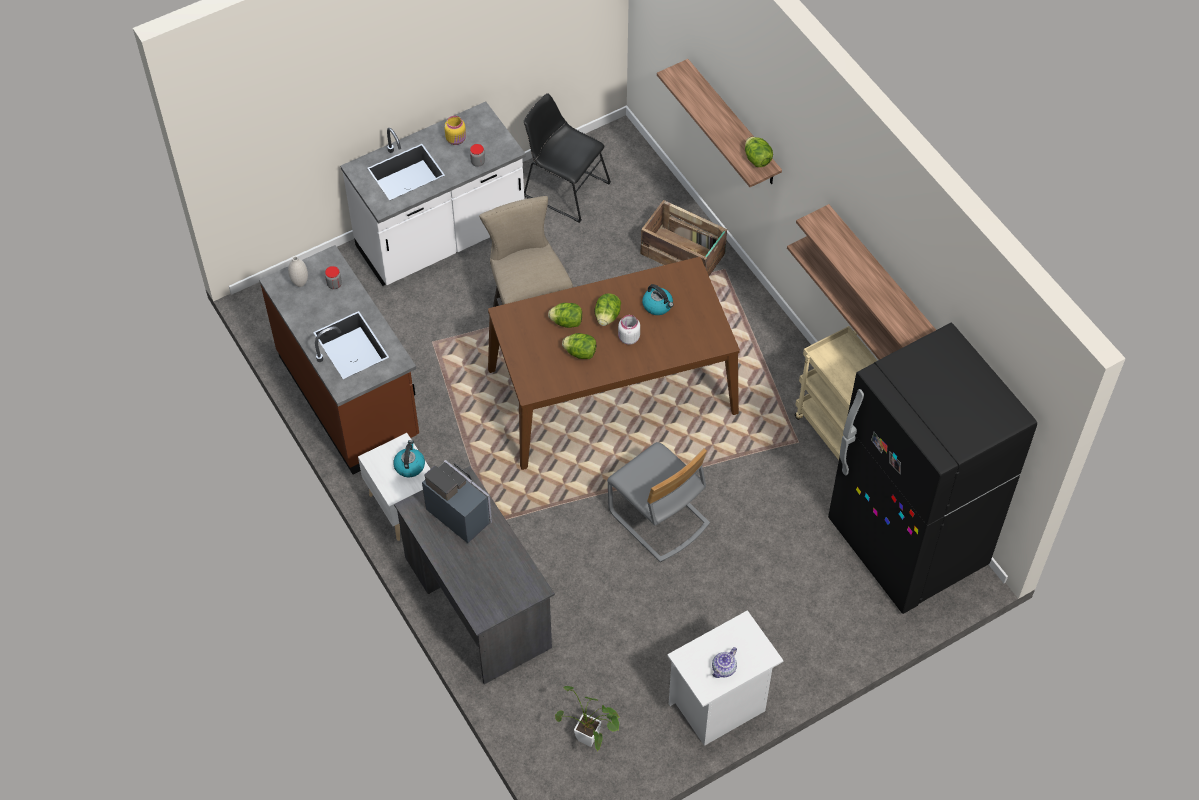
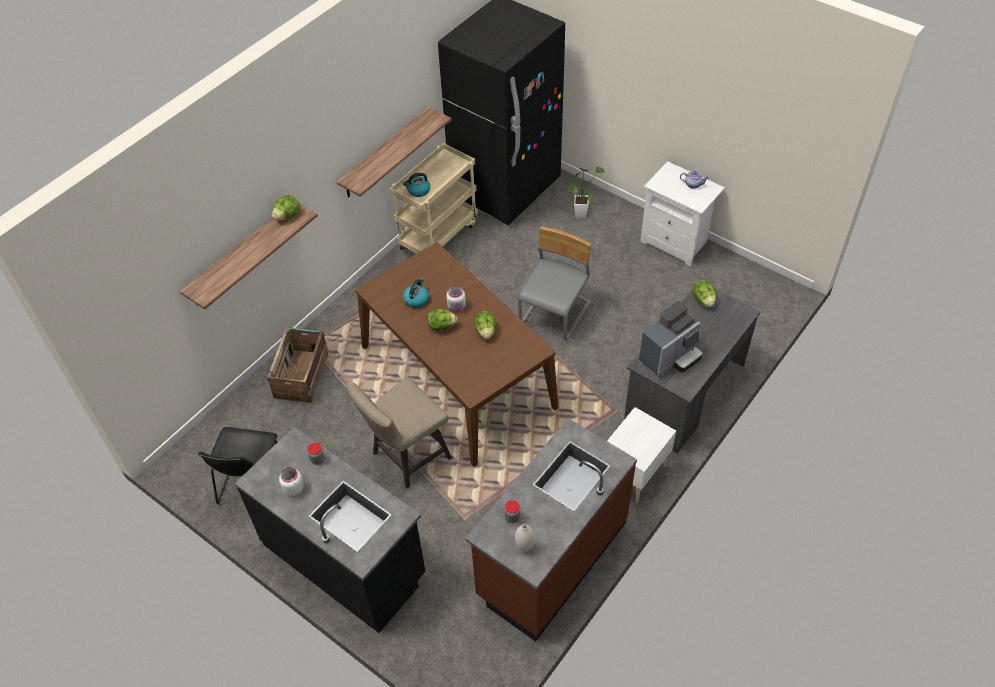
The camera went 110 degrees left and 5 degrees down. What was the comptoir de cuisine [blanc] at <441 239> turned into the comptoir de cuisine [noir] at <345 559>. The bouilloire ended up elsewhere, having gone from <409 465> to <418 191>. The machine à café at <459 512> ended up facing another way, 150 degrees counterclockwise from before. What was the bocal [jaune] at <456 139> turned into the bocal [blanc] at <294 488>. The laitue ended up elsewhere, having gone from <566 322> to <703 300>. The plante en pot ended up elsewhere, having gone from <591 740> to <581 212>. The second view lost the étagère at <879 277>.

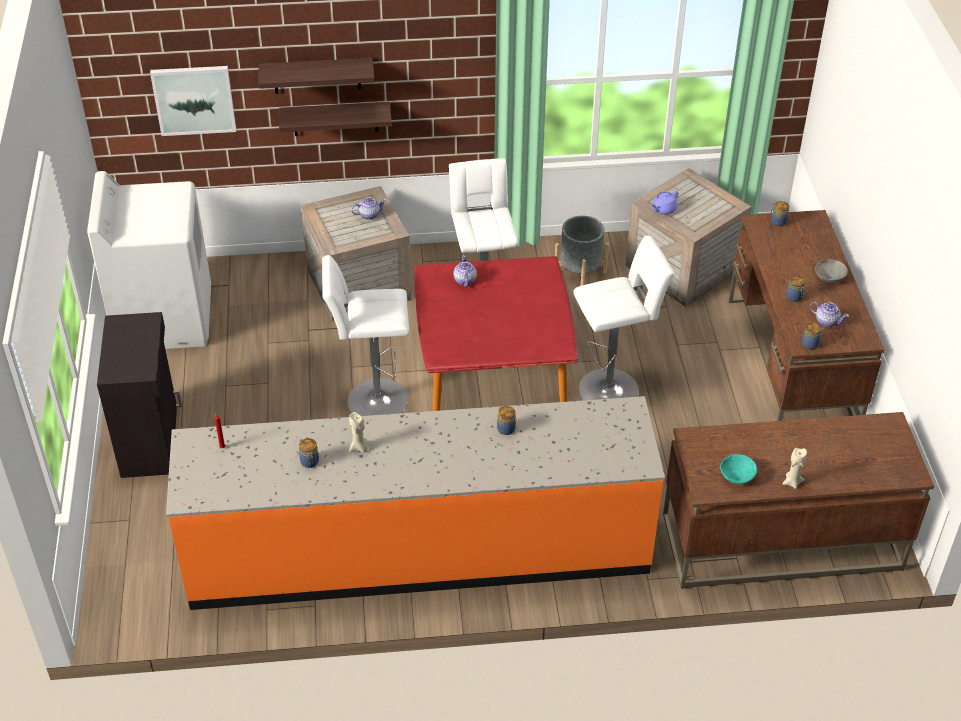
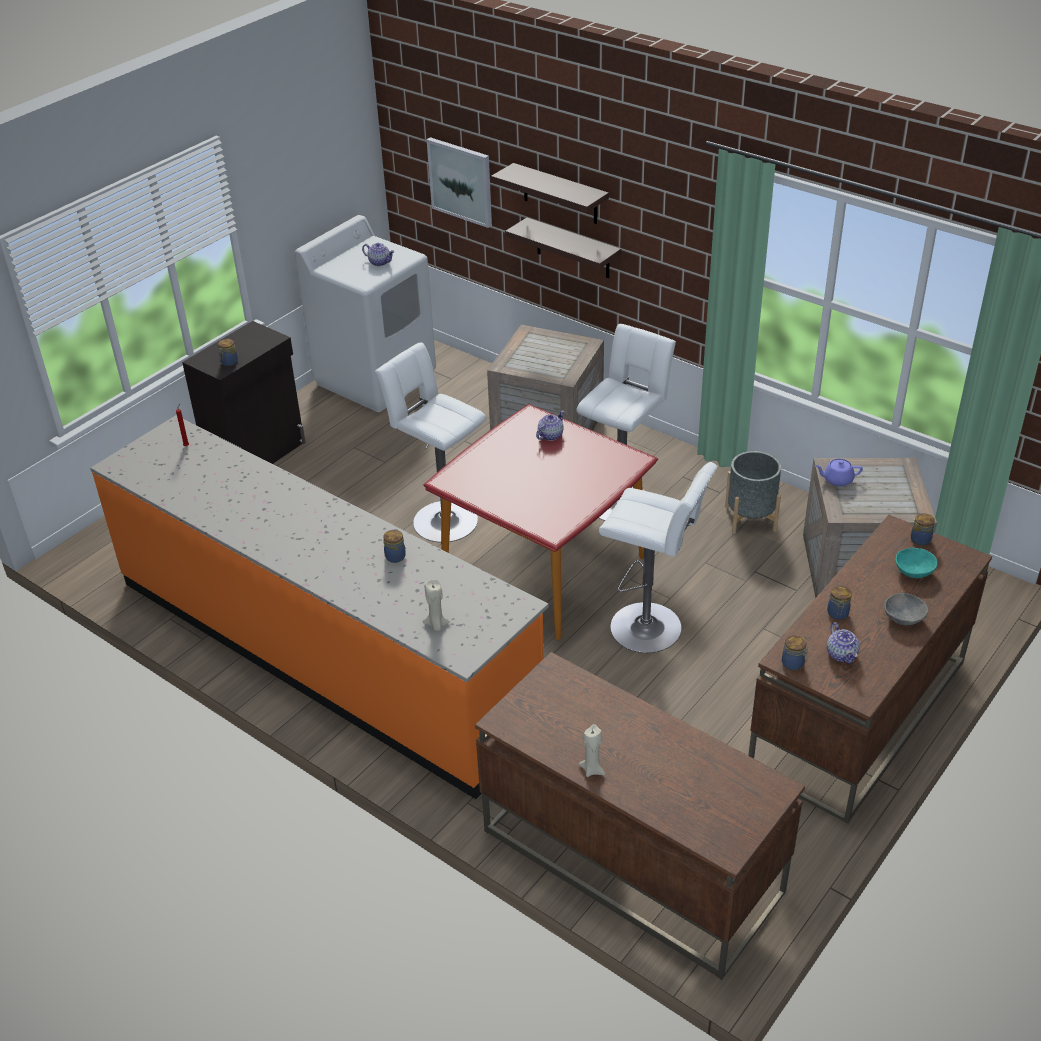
The camera went 45 degrees right and 5 degrees down. The bocal ended up elsewhere, having gone from <309 462> to <229 362>. The bougie [beige] ended up elsewhere, having gone from <359 448> to <436 625>. The théière ended up elsewhere, having gone from <369 215> to <380 262>. The bol [turquoise] ended up elsewhere, having gone from <737 476> to <914 571>.

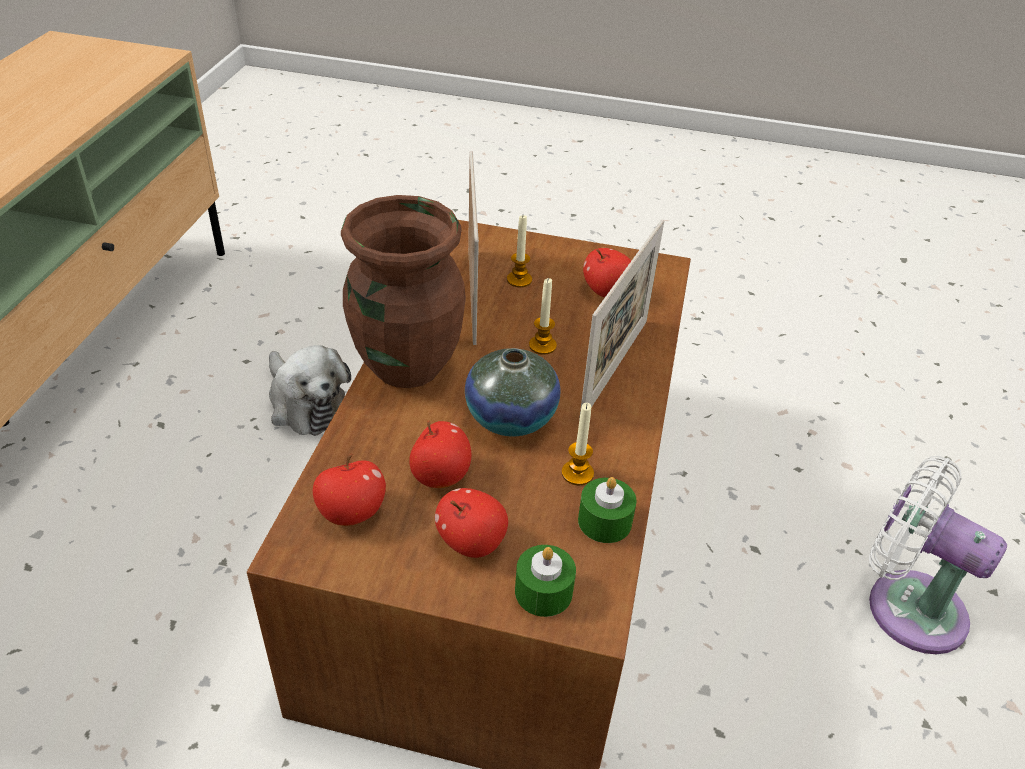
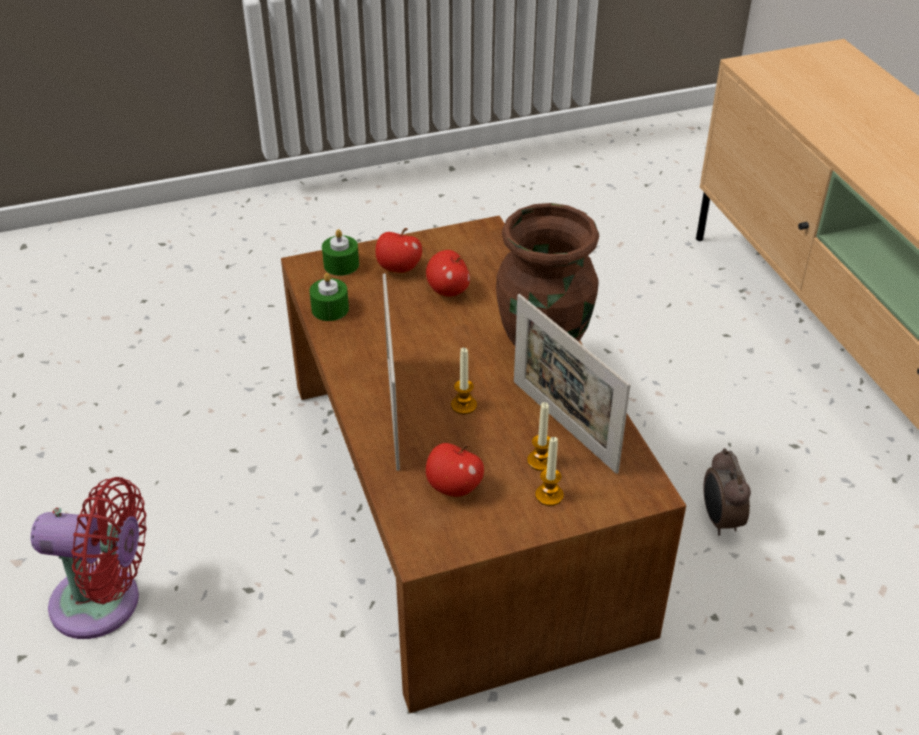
The camera went 150 degrees right and 0 degrees up. Where the peluche stood at <306 404>, the réveil came to stand at <719 520>. The second view lost the pomme at <351 513>. The second view lost the vase at <511 417>. The bougie ended up elsewhere, having gone from <577 473> to <549 495>. What was the ventilateur [blanc] at <906 605> turned into the ventilateur [rouge] at <104 603>.

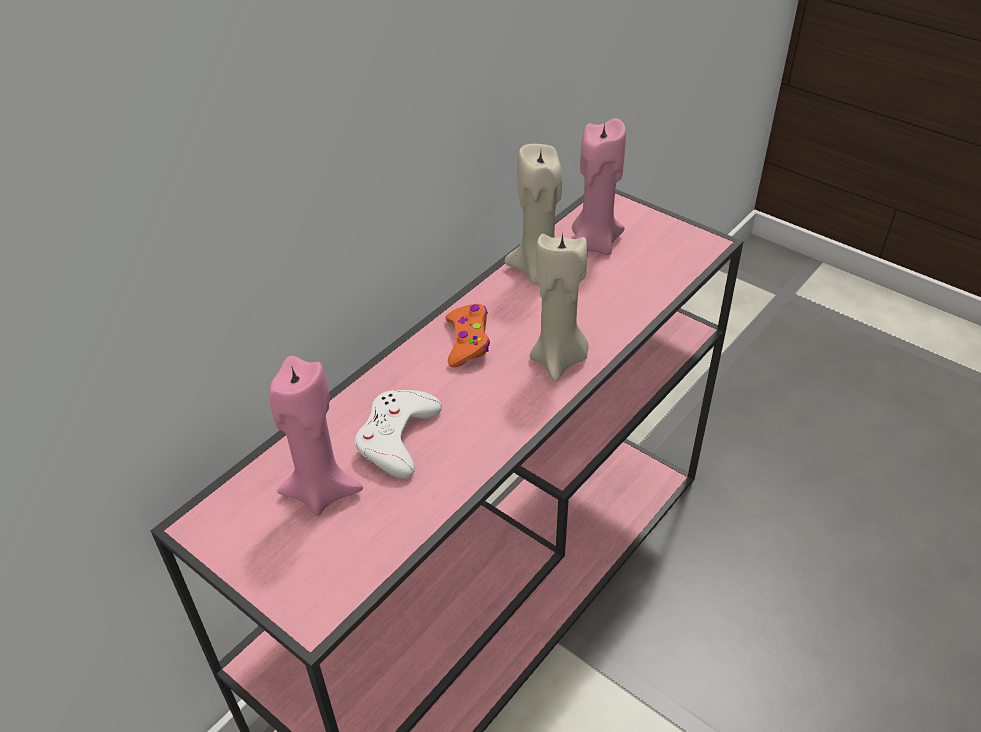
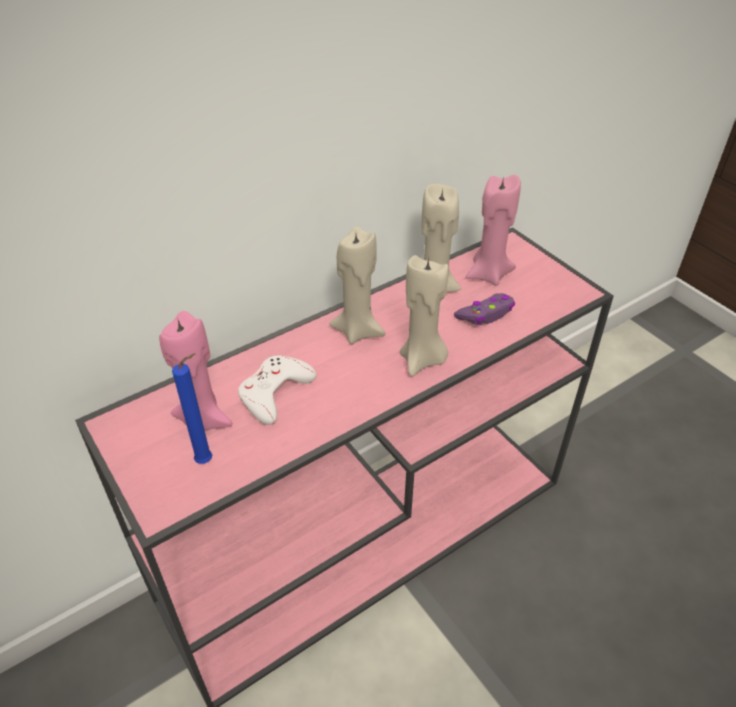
The camera went 15 degrees right and 0 degrees up. Where the manette [orange] stood at <468 341>, the bougie [beige] came to stand at <357 331>. The second view gained the bougie [bleu] at <207 461>. The second view gained the manette [violet] at <485 314>.

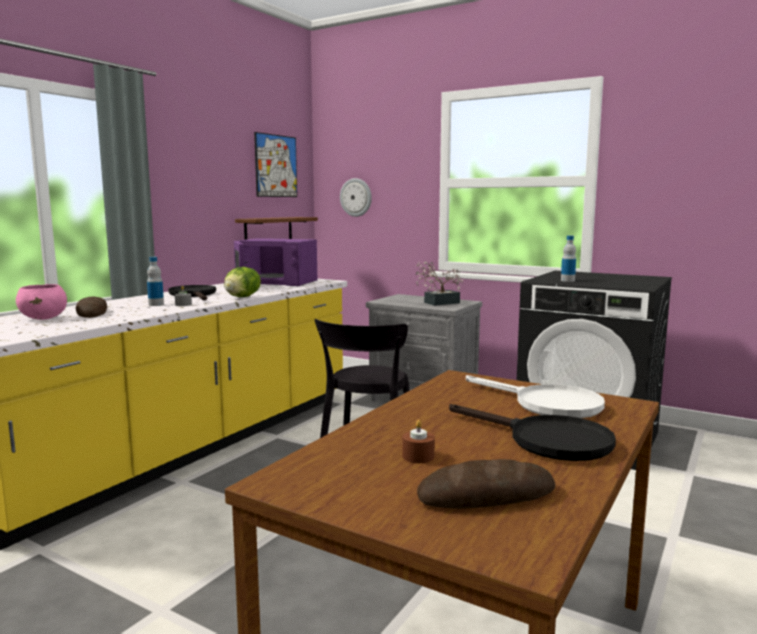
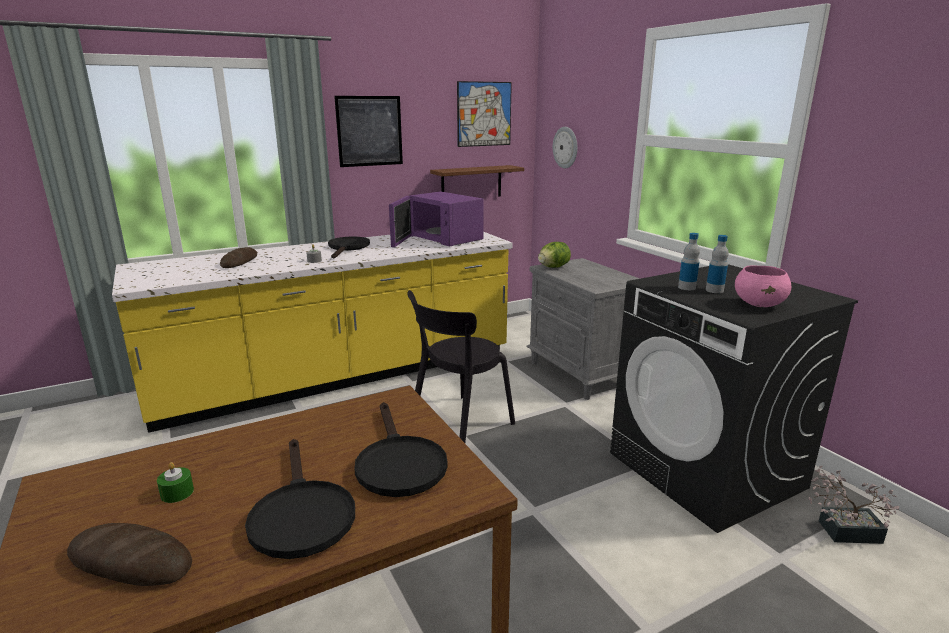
The camera went 30 degrees right and 10 degrees up. The bol [rose] ended up elsewhere, having gone from <44 318> to <759 304>. The bouteille ended up elsewhere, having gone from <156 304> to <714 290>. The laitue ended up elsewhere, having gone from <242 297> to <553 267>. What was the bougie [marron] at <418 456> turned into the bougie [vert] at <177 493>. The plante en pot ended up elsewhere, having gone from <438 303> to <842 531>. What was the poêle [blanc] at <546 404> turned into the poêle [noir] at <398 463>. The second view gained the tableau at <369 131>.

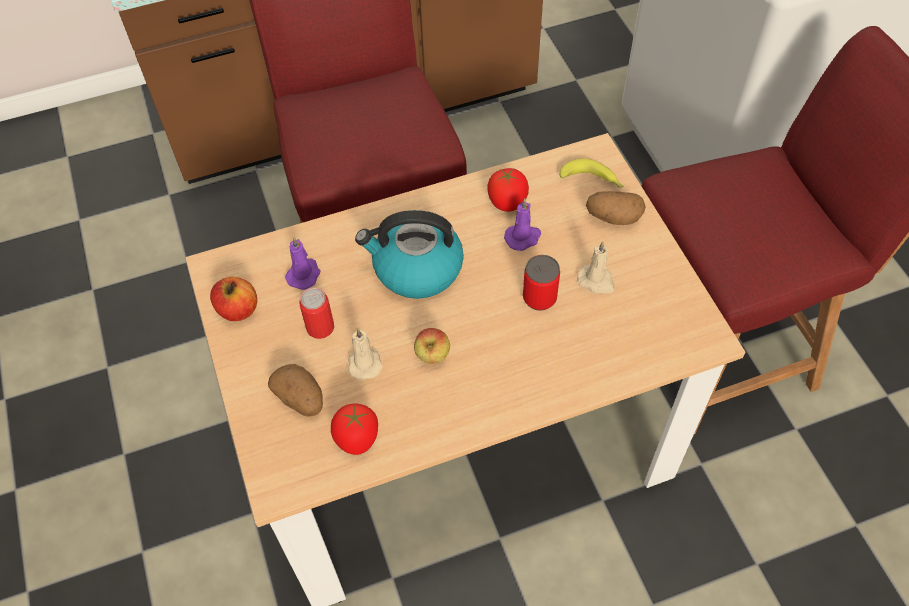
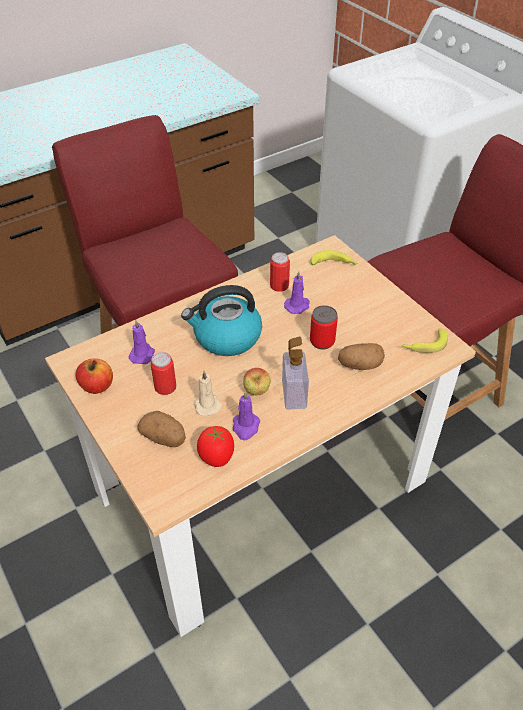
The camera went 15 degrees left and 10 degrees down. Where the tomate stood at <507 202>, the boîte métallique came to stand at <279 286>. The second view lost the bougie [beige] at <597 281>. The pomme de terre ended up elsewhere, having gone from <613 217> to <360 365>. The second view gained the bougie [violet] at <245 427>. The second view gained the distributeur de savon at <294 394>. The second view gained the banane at <423 345>.

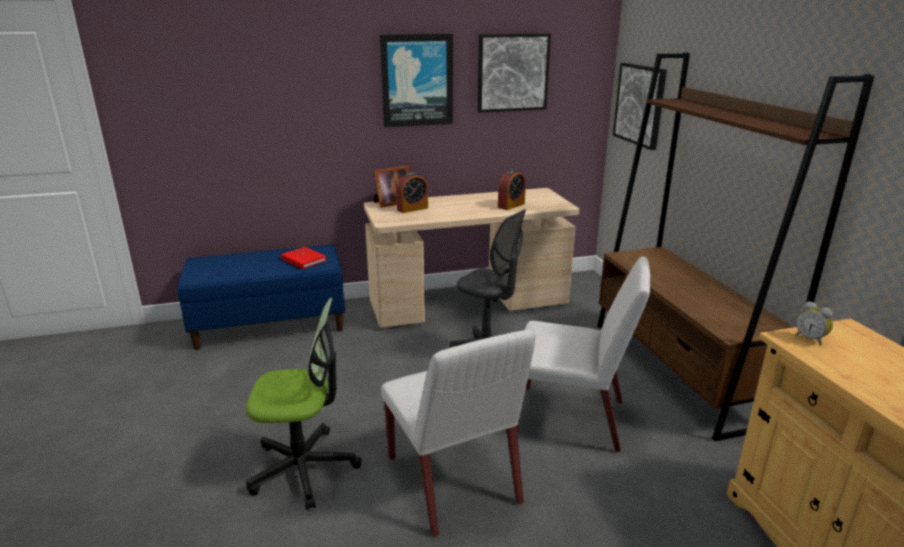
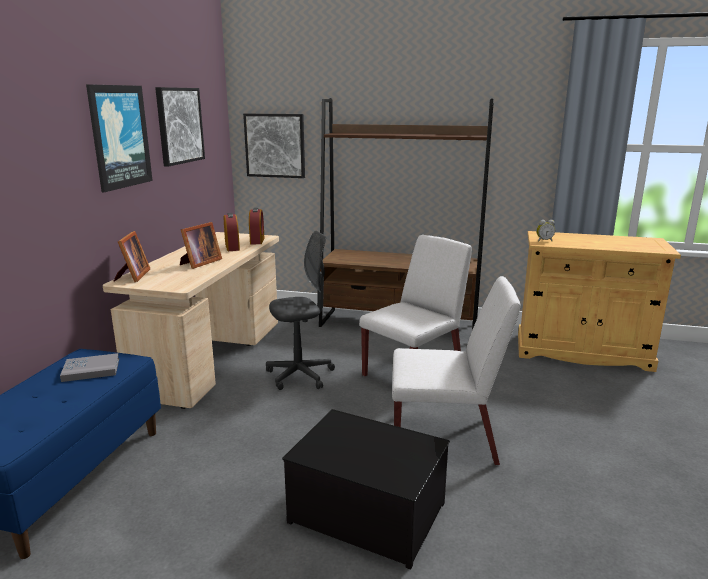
The camera went 60 degrees left and 5 degrees down. Where the chaise de bureau stood at <304 468>, the boîte de rangement came to stand at <369 512>. What was the livre [rouge] at <304 259> turned into the livre [gris] at <91 370>. The réveil ended up elsewhere, having gone from <412 209> to <257 241>. The second view gained the cadre photo at <200 263>.

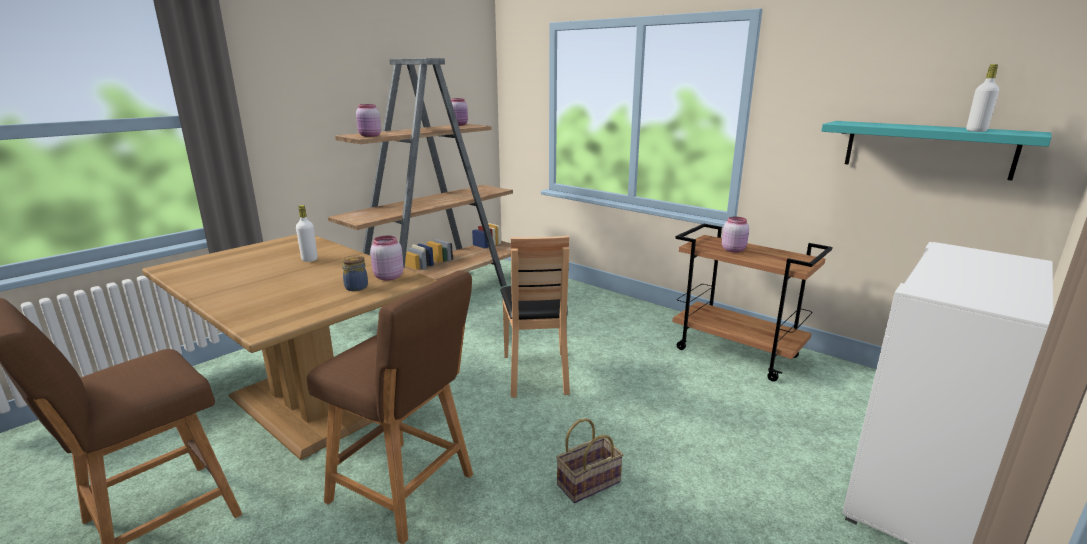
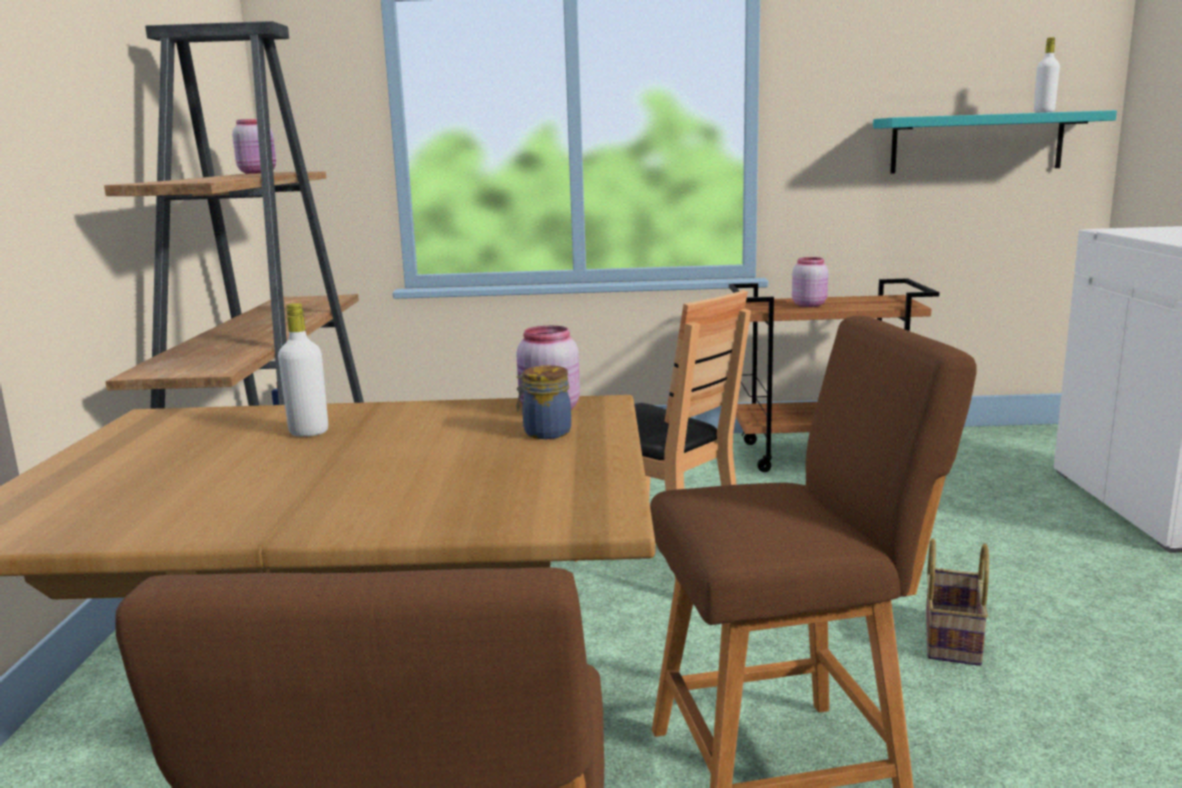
The camera went 40 degrees left and 5 degrees down. The second view lost the bocal [rose] at <370 136>.

